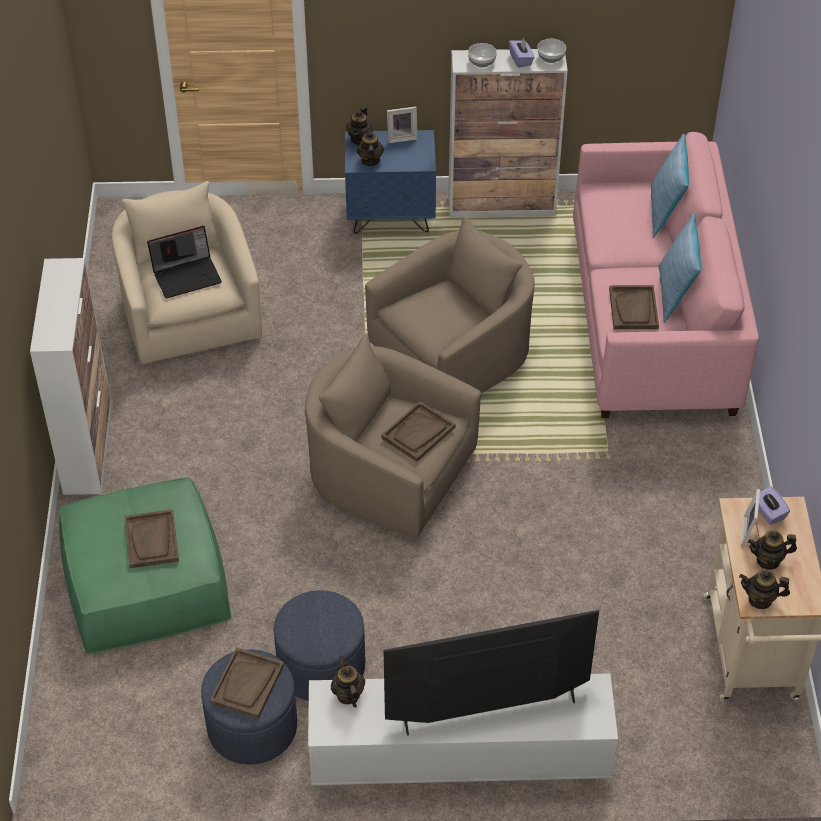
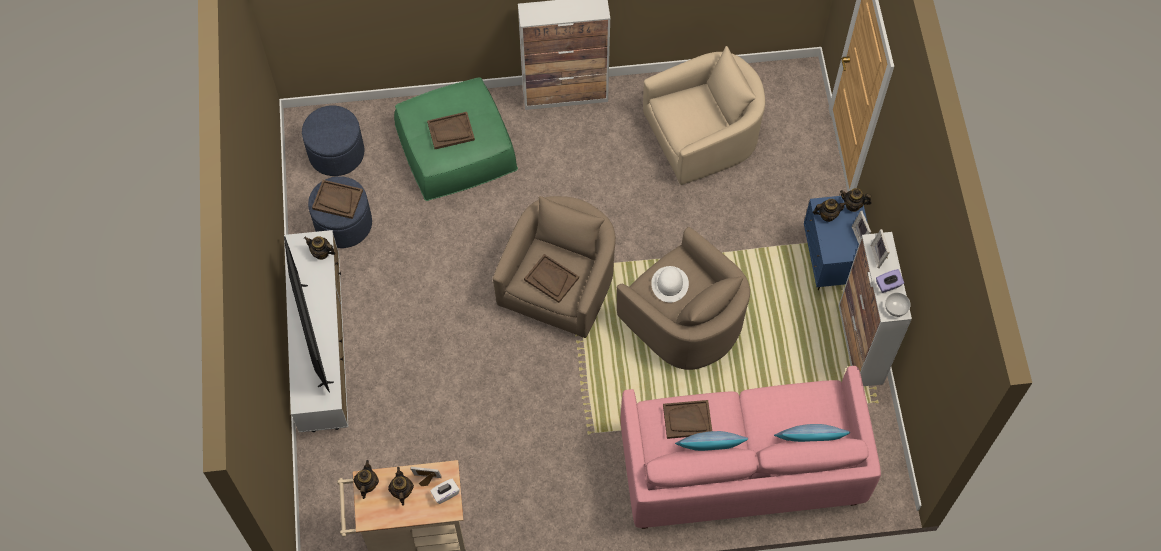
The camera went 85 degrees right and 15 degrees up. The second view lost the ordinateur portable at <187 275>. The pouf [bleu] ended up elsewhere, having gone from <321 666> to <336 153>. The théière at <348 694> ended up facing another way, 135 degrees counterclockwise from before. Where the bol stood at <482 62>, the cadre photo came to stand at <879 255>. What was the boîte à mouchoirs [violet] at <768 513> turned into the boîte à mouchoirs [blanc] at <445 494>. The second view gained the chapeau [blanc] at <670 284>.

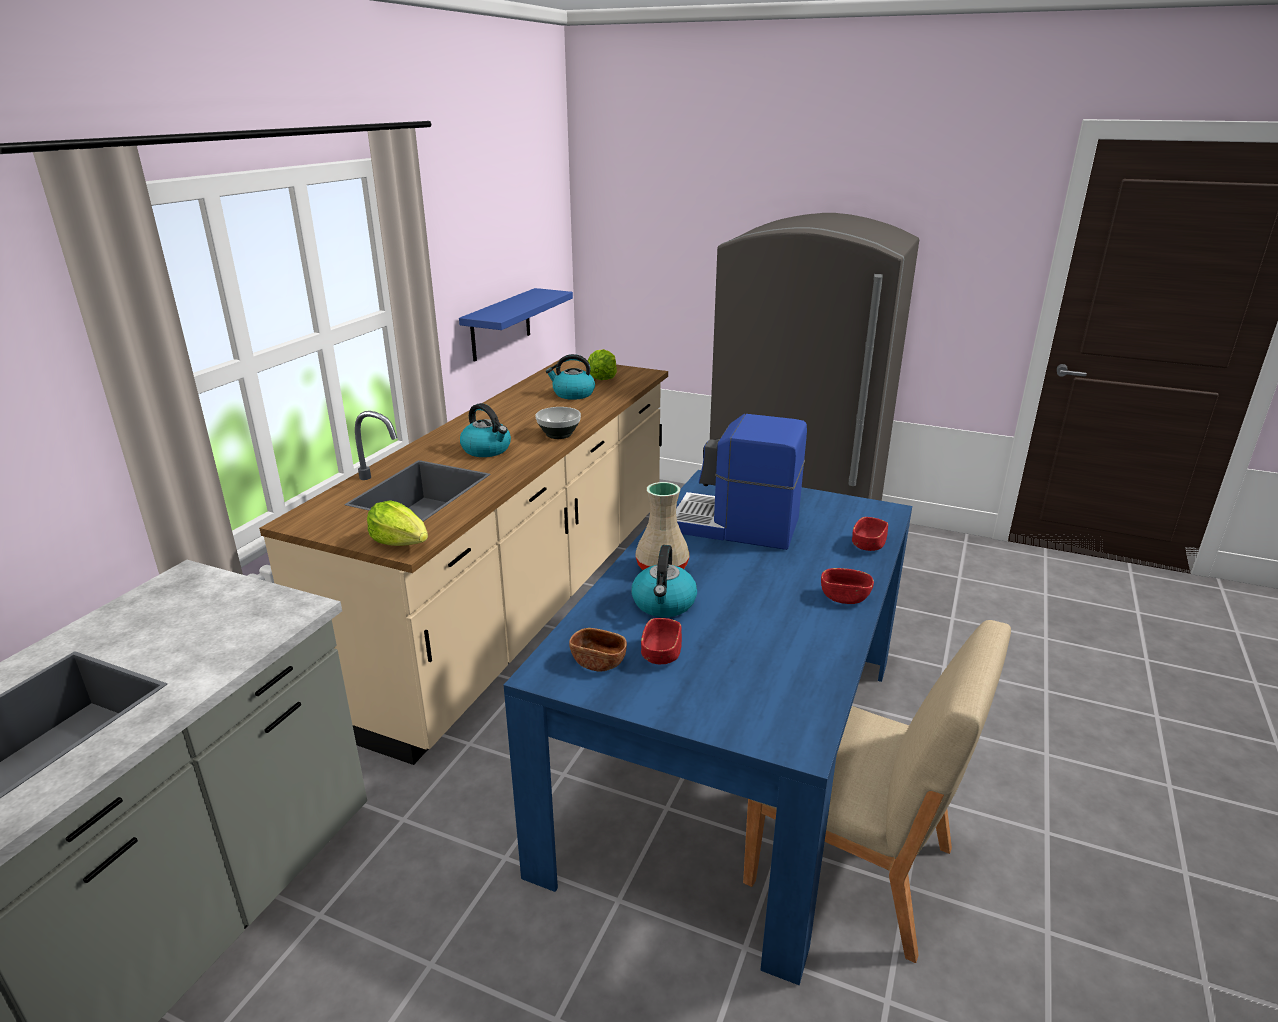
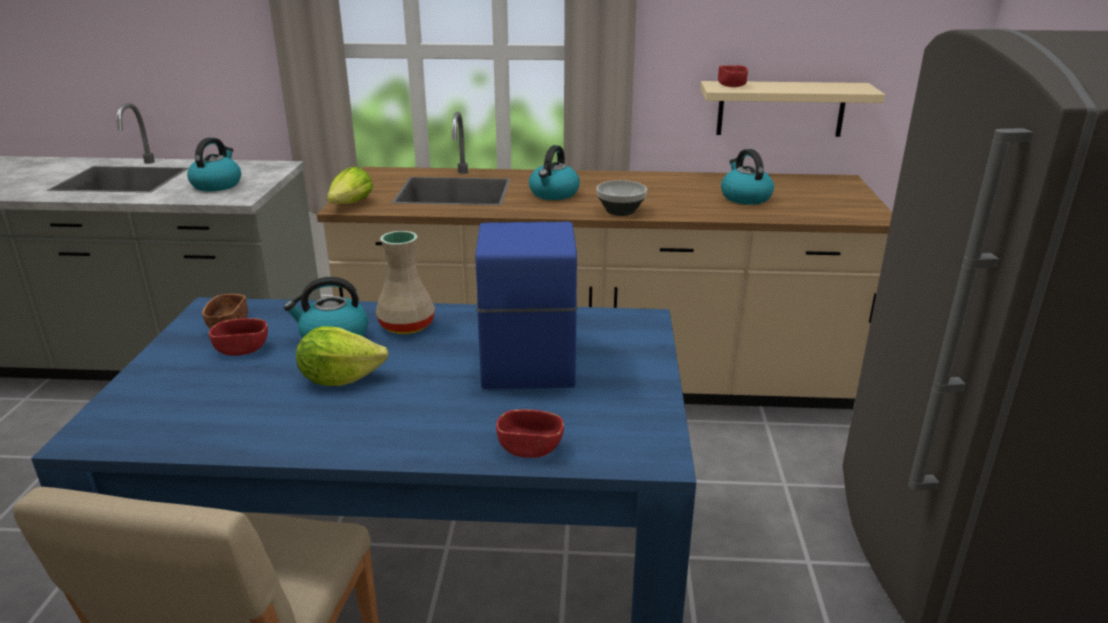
The camera went 70 degrees right and 0 degrees up. What was the étagère [bleu] at <500 324> turned into the étagère [beige] at <781 109>. The laitue ended up elsewhere, having gone from <602 378> to <340 378>. The bol [rouge] ended up elsewhere, having gone from <845 597> to <731 85>. The second view gained the bouilloire at <217 185>.

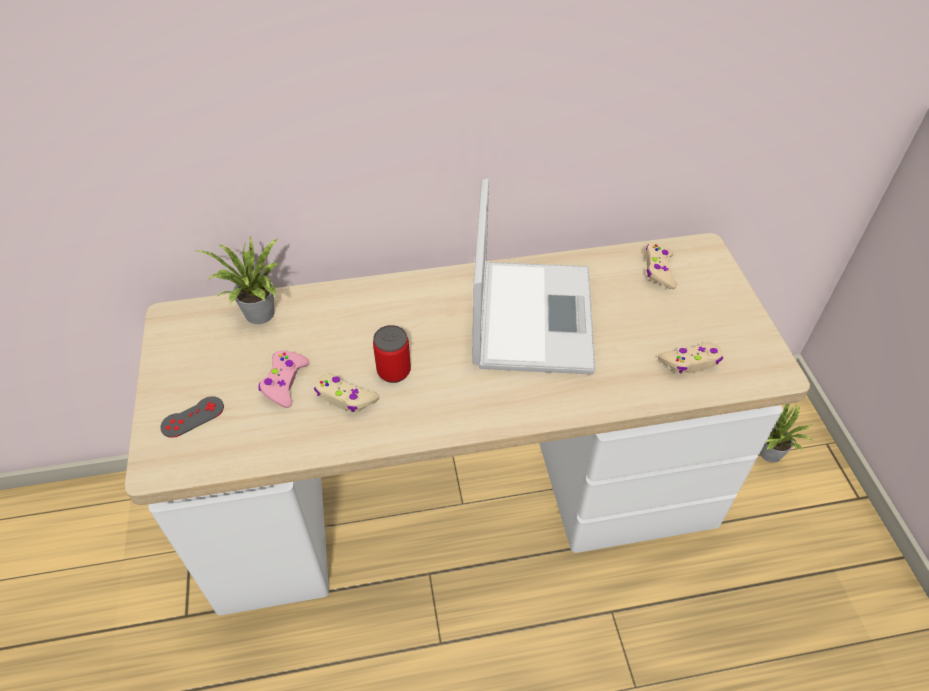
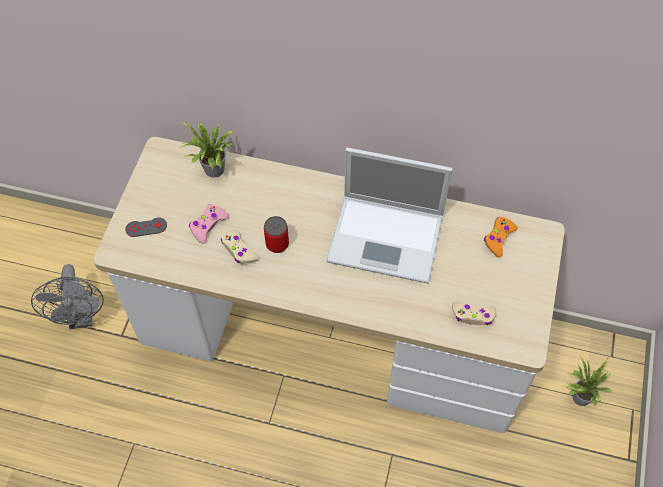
The camera went 25 degrees right and 10 degrees up. The ordinateur portable at <532 314> ended up facing another way, 75 degrees clockwise from before. What was the manette [beige] at <659 270> turned into the manette [orange] at <498 238>. The second view gained the ventilateur [gris] at <81 317>.

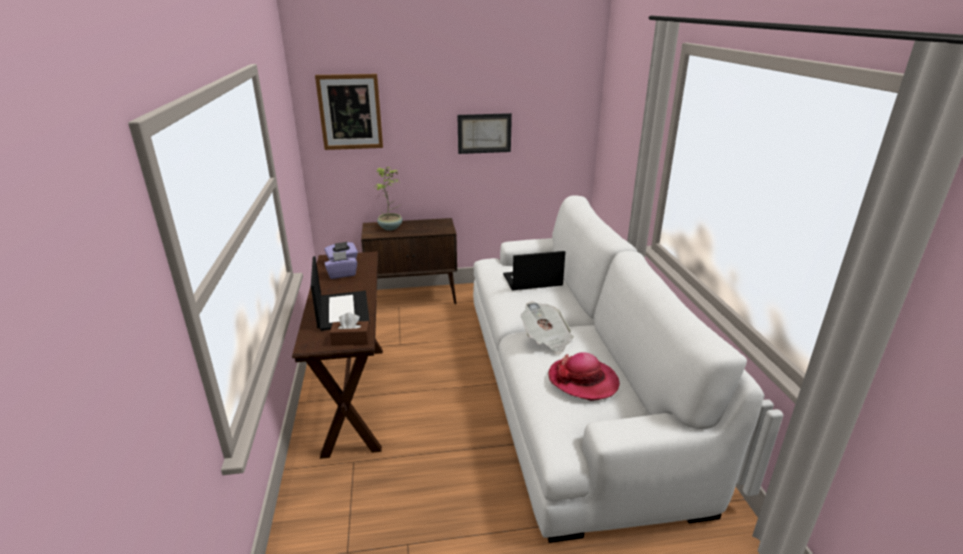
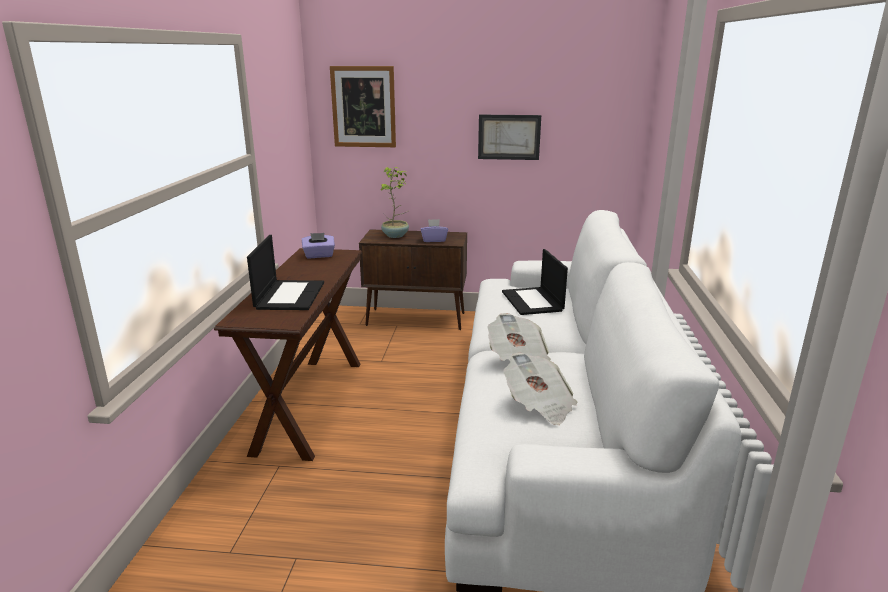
The camera went 15 degrees right and 5 degrees down. The boîte à mouchoirs [violet] ended up elsewhere, having gone from <342 274> to <434 240>. The second view lost the boîte à mouchoirs [marron] at <351 339>. The ordinateur portable at <532 280> ended up facing another way, 105 degrees counterclockwise from before. Where the chapeau stood at <583 380>, the journal came to stand at <539 405>.

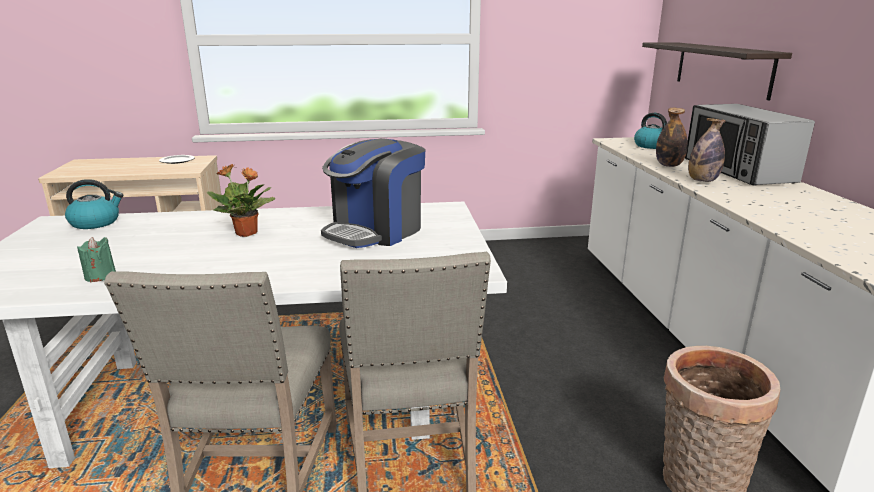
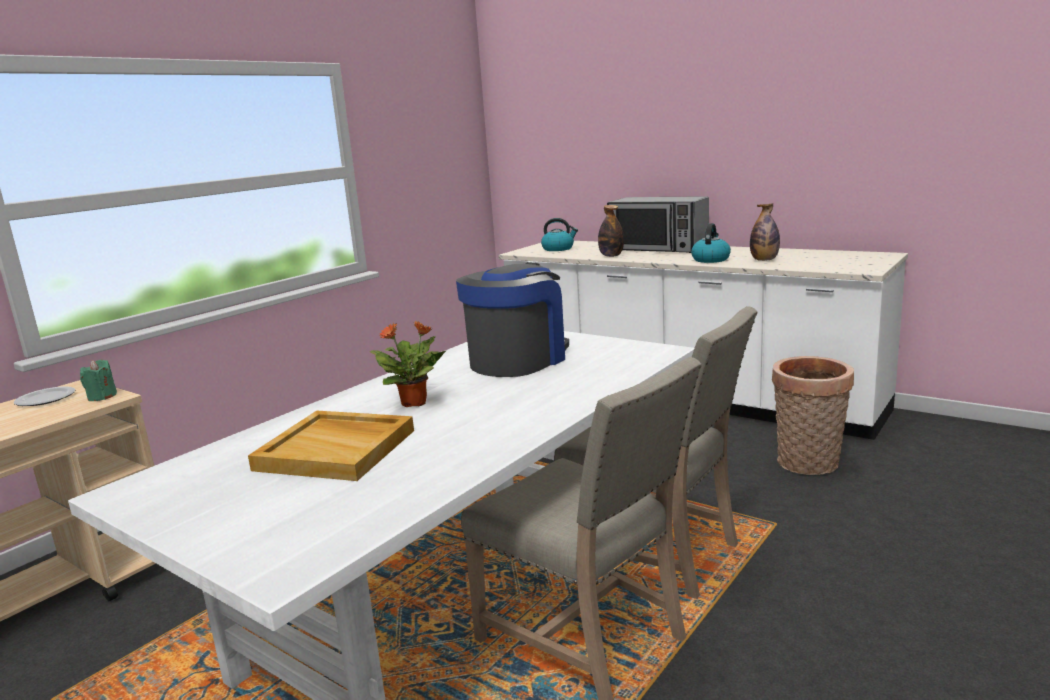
The camera went 45 degrees left and 5 degrees down. The bouilloire ended up elsewhere, having gone from <96 222> to <710 259>. The bougie [vert] ended up elsewhere, having gone from <100 276> to <102 397>. The machine à café at <376 231> ended up facing another way, 135 degrees counterclockwise from before. The second view lost the étagère at <722 68>. The bouteille ended up elsewhere, having gone from <702 181> to <764 260>. The second view gained the plateau [beige] at <337 449>.

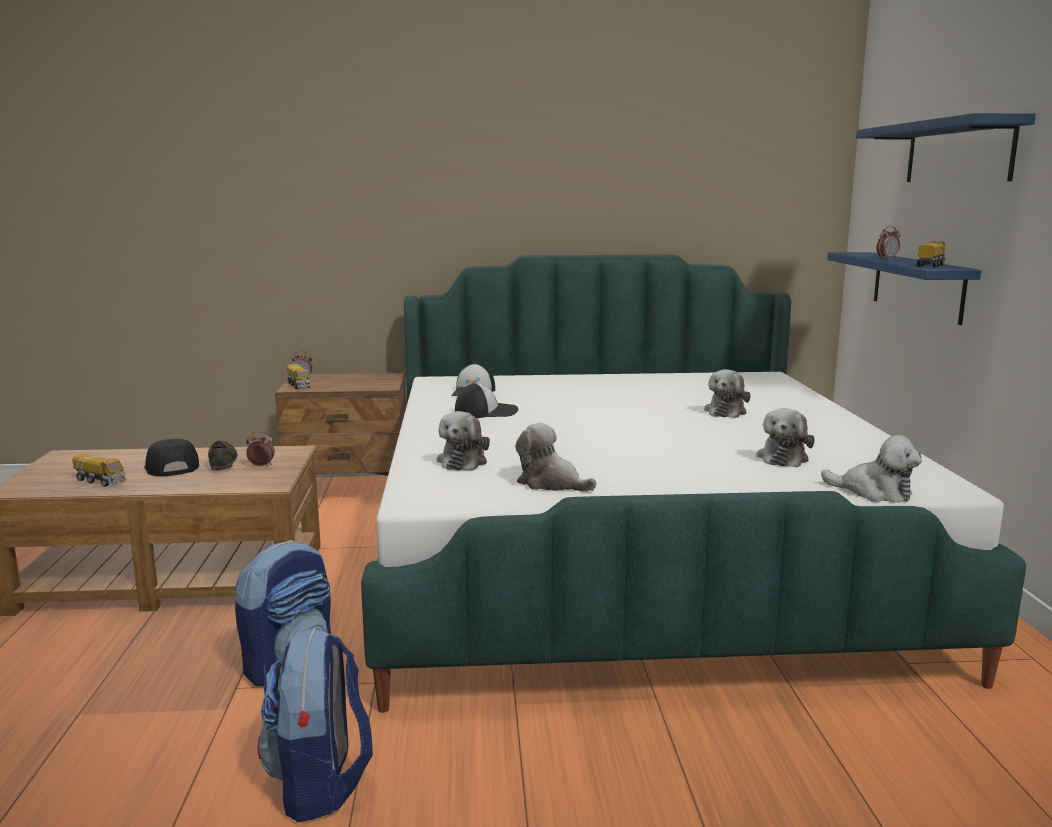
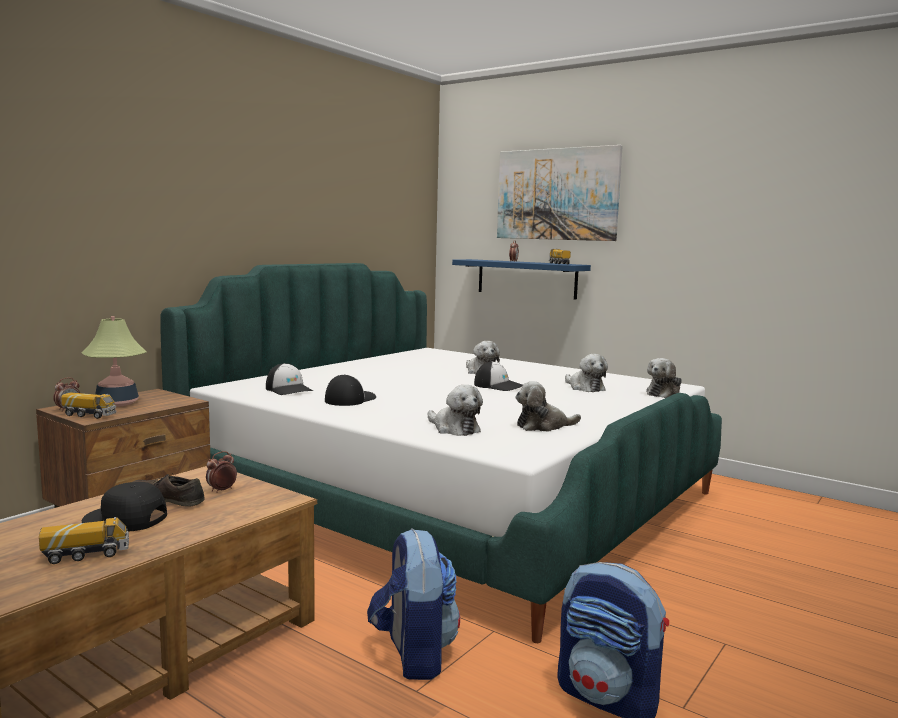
The camera went 50 degrees left and 5 degrees down. The peluche at <874 492> ended up facing another way, 150 degrees clockwise from before. Where the étagère [bleu] hung at <958 152>, the tableau came to hang at <557 194>. The second view gained the lampe de table at <117 403>. The second view gained the casquette at <499 386>.

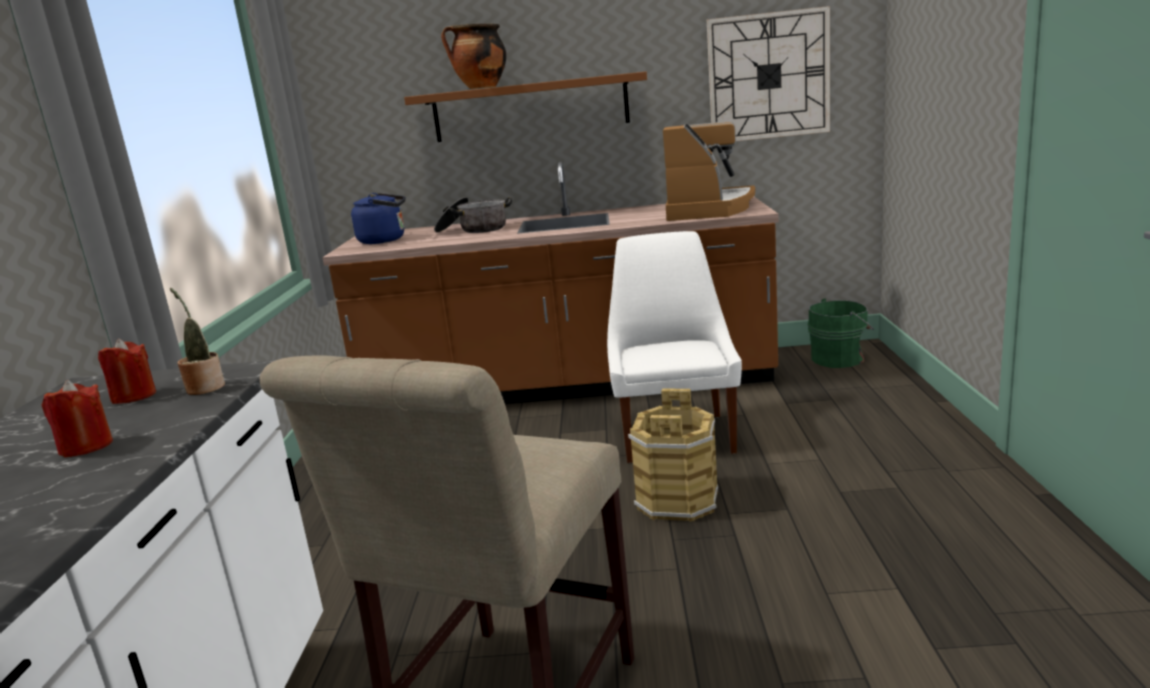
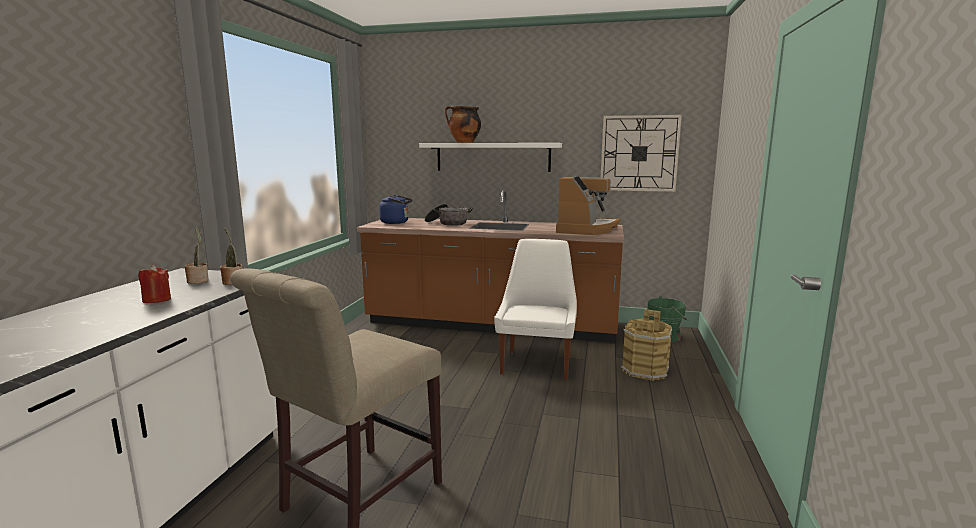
The camera went 10 degrees right and 5 degrees down. Where the bougie [rouge] stood at <134 396>, the plante en pot came to stand at <198 281>. What was the étagère [marron] at <530 108> turned into the étagère [blanc] at <493 157>. The seau [marron] ended up elsewhere, having gone from <678 501> to <645 370>.

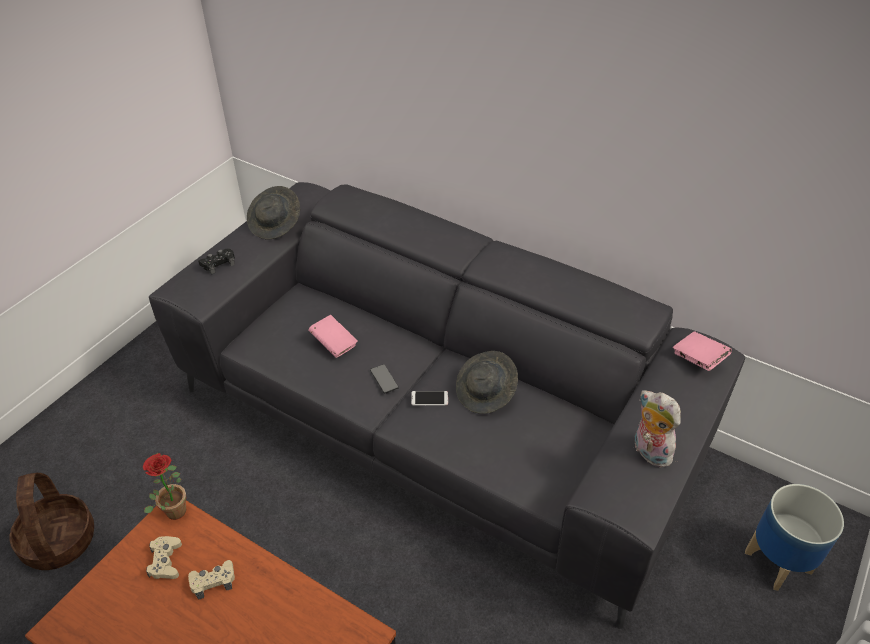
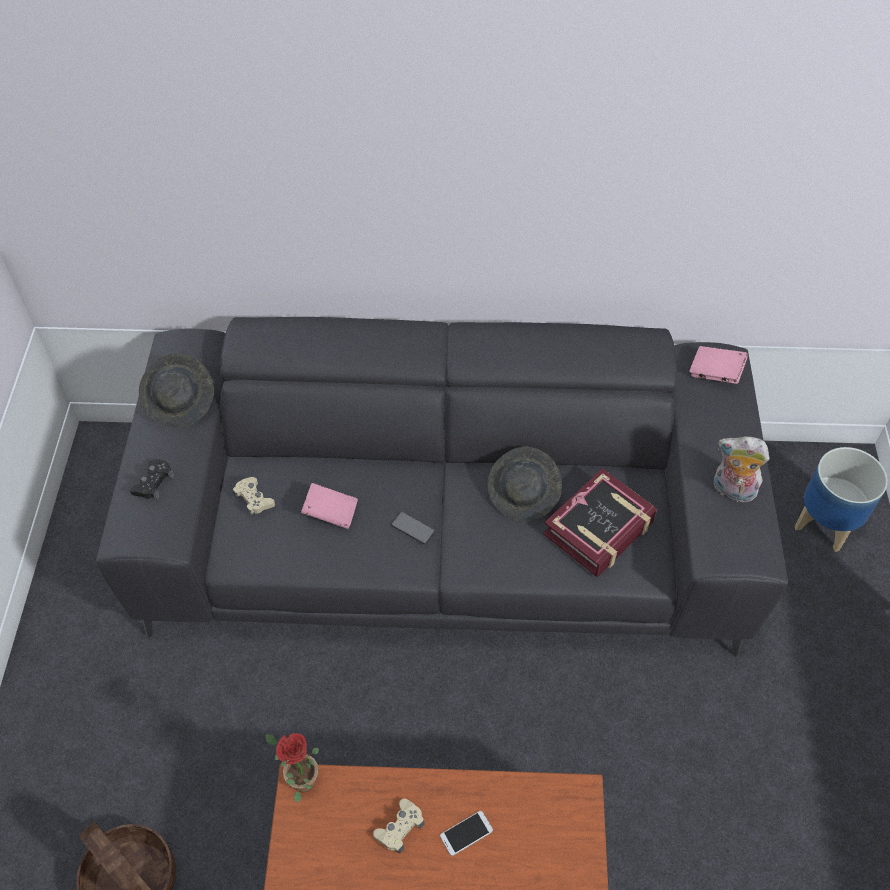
The camera went 30 degrees left and 10 degrees up. The manette [beige] ended up elsewhere, having gone from <165 561> to <254 499>. The téléphone ended up elsewhere, having gone from <429 398> to <466 833>. The second view gained the livre at <599 528>.

